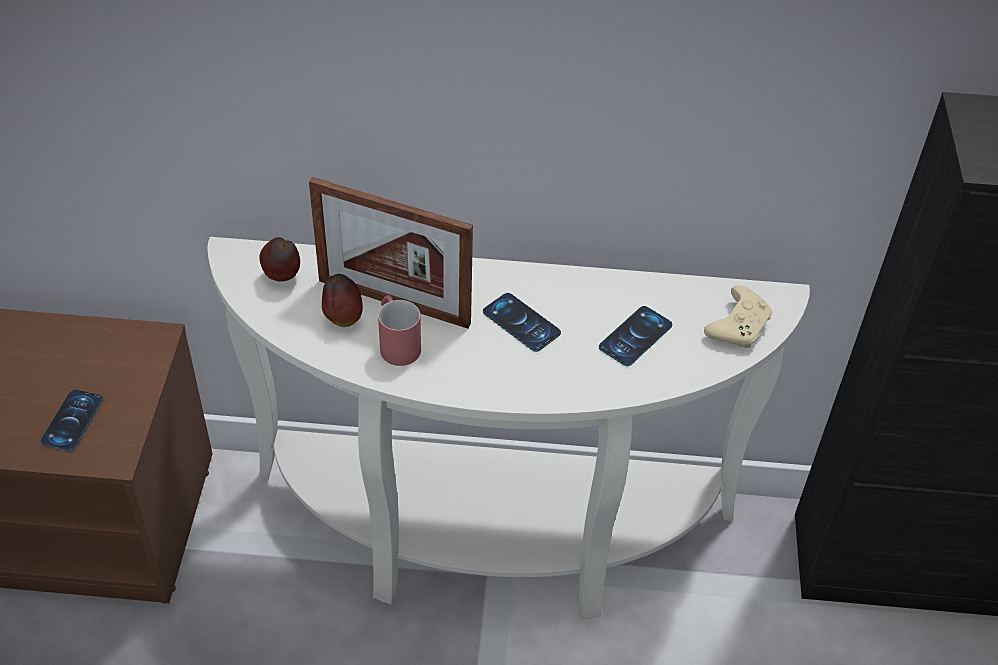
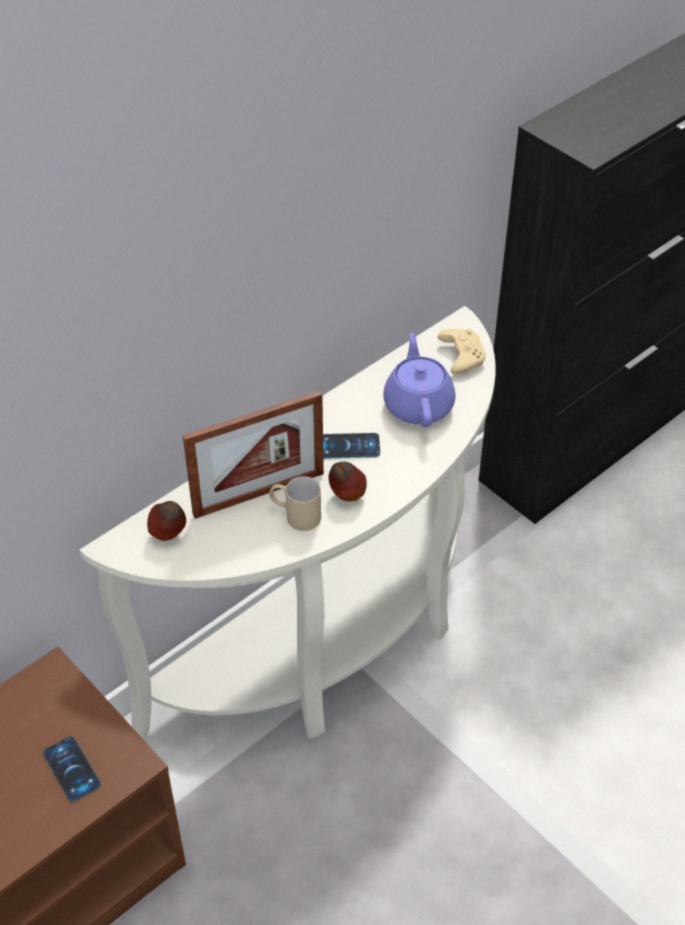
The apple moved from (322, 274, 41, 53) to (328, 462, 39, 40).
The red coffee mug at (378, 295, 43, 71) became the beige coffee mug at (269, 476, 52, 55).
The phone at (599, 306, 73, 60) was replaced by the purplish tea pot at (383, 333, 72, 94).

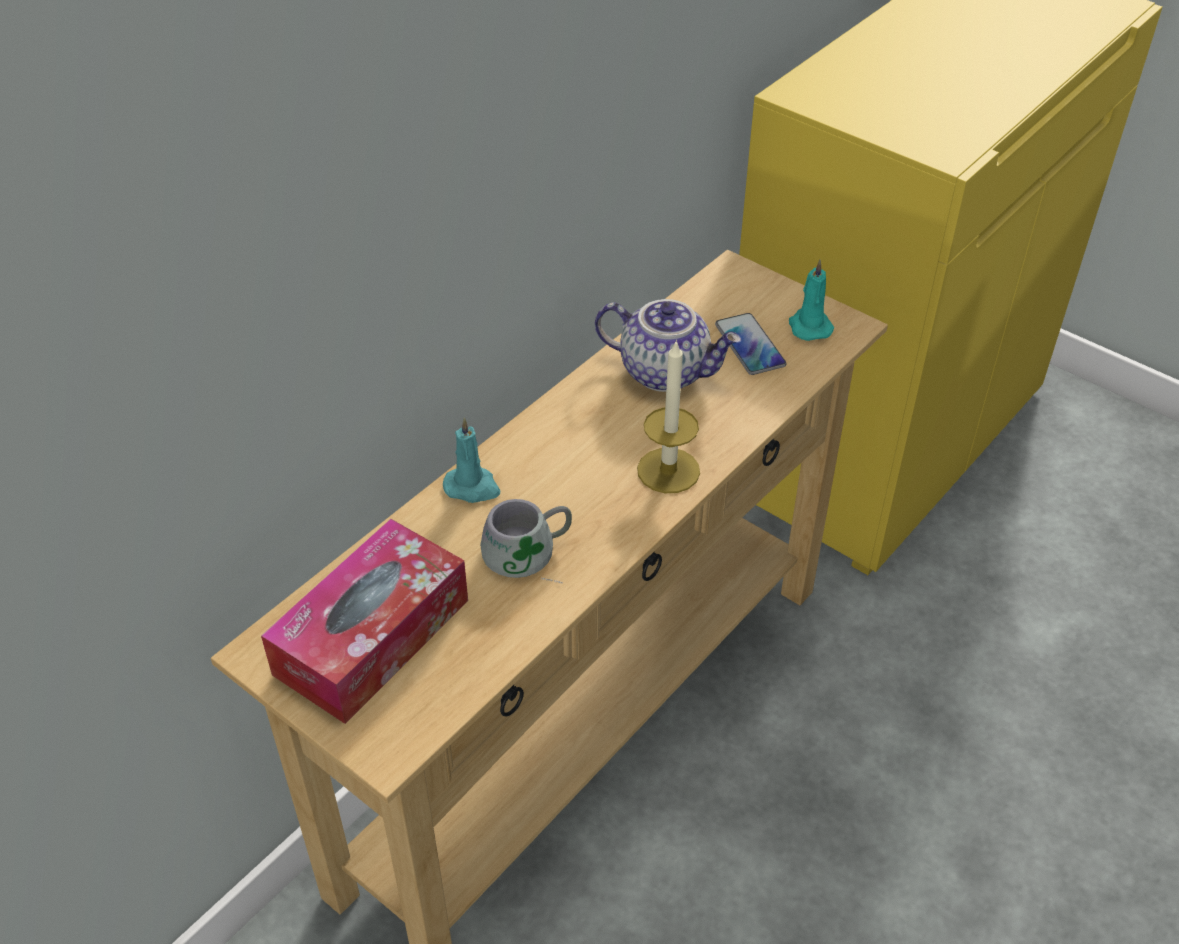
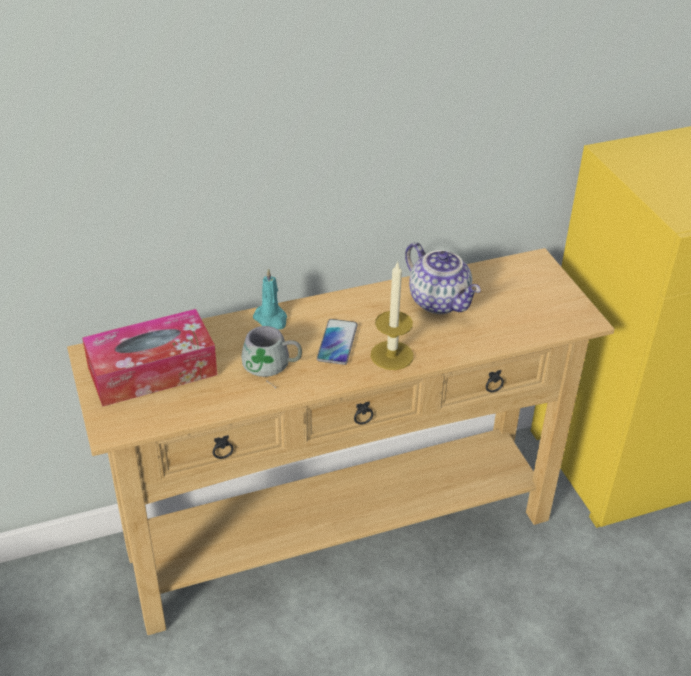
The turquoise-coloured wax light at (789, 259, 45, 82) disappeared.
The phone moved from (715, 313, 71, 62) to (317, 319, 41, 46).

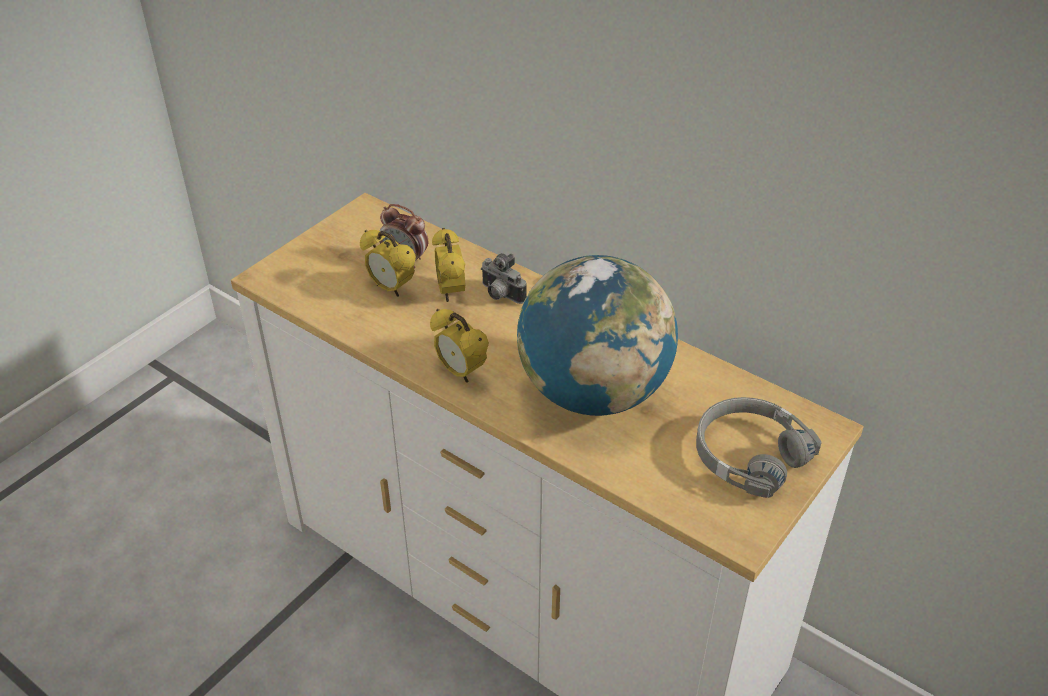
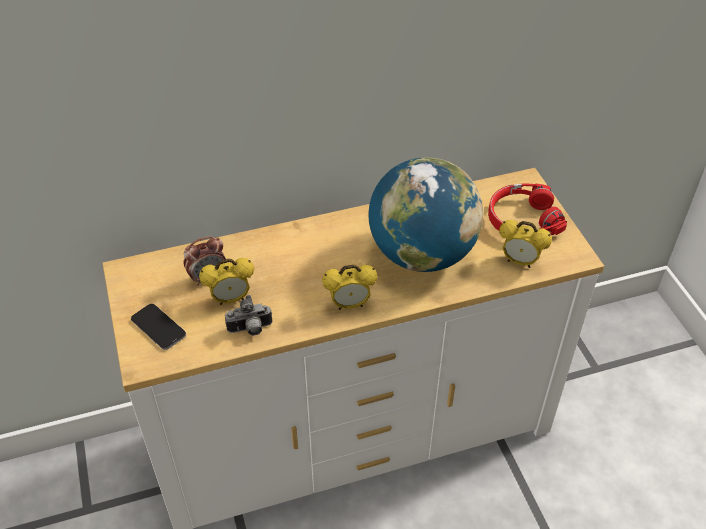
The bedside clock moved from (432, 228, 33, 74) to (499, 220, 53, 48).
The still camera moved from (481, 253, 46, 51) to (225, 295, 47, 40).
The greyish headphones at (696, 397, 126, 101) became the red headphones at (488, 184, 79, 51).
The phone at (131, 304, 55, 46) appeared.

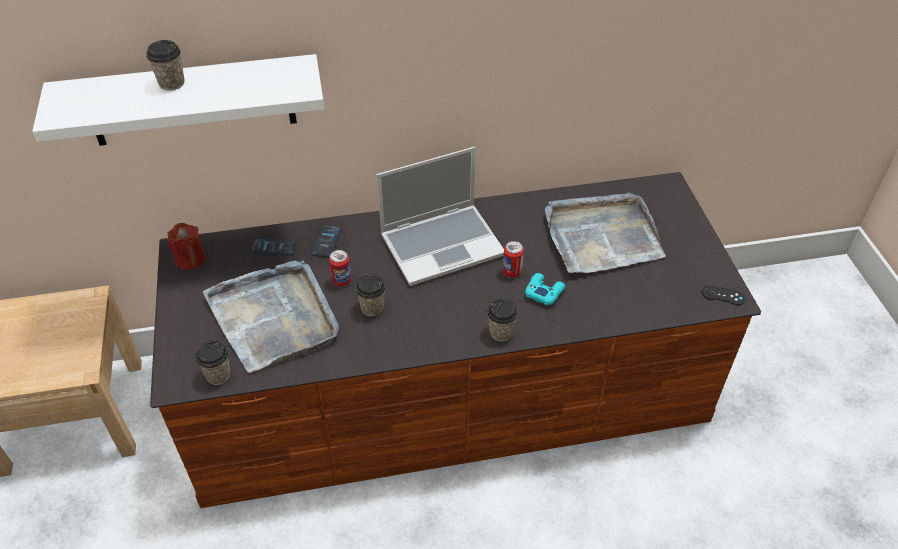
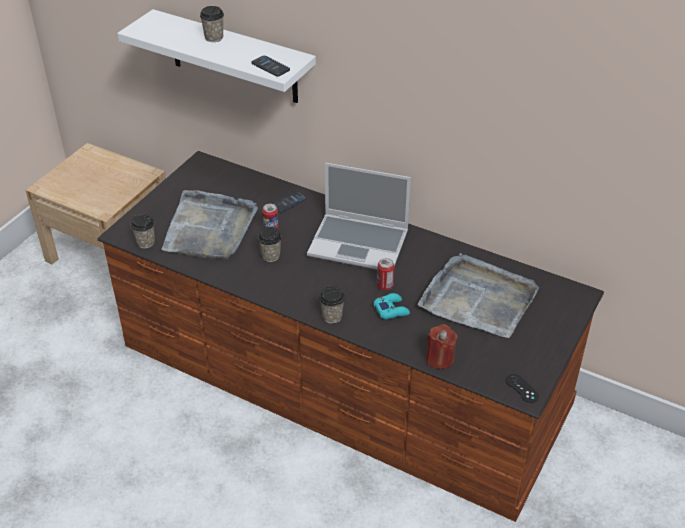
The red wax light moved from (168, 223, 38, 47) to (426, 324, 32, 45).
The phone moved from (250, 238, 47, 18) to (252, 56, 38, 21).

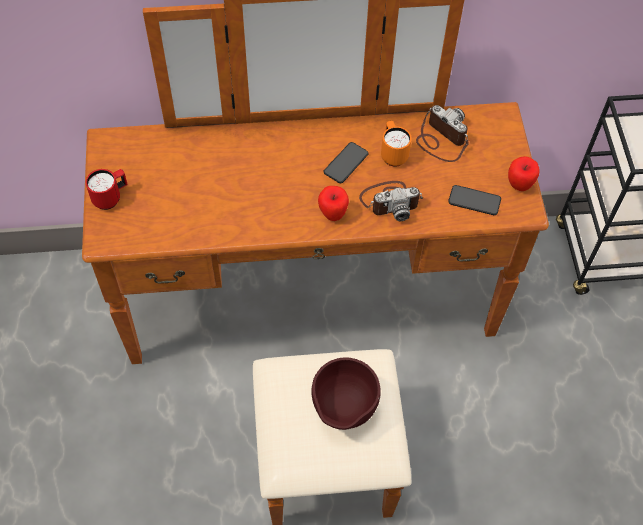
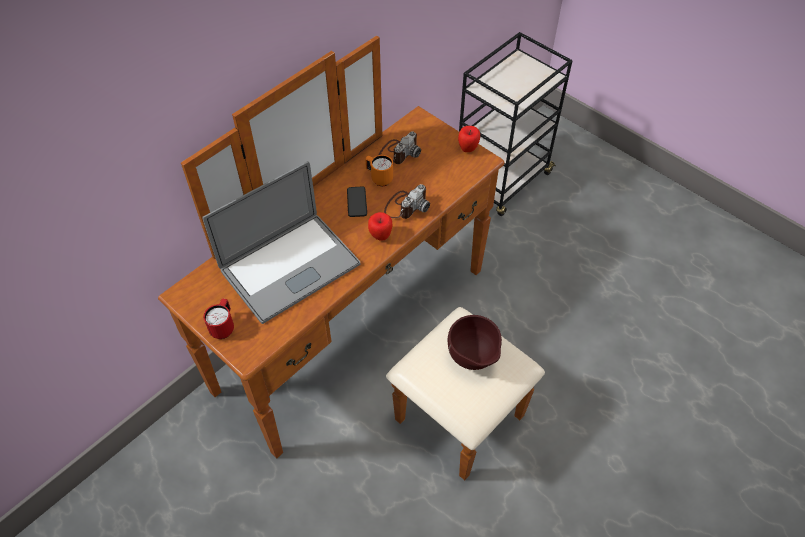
The still camera at (416, 105, 53, 57) turned 120 degrees clockwise.
The phone at (448, 185, 53, 30) disappeared.
The portable computer at (202, 161, 159, 163) appeared.

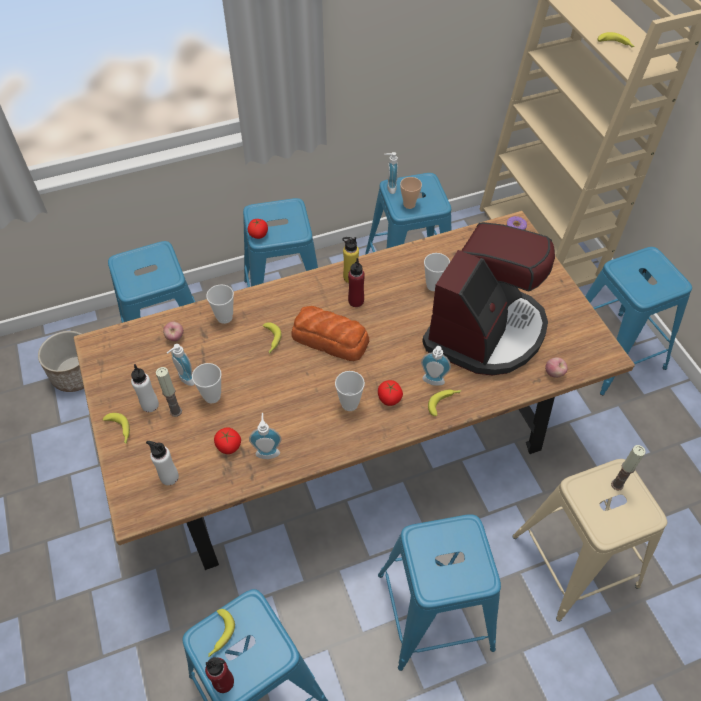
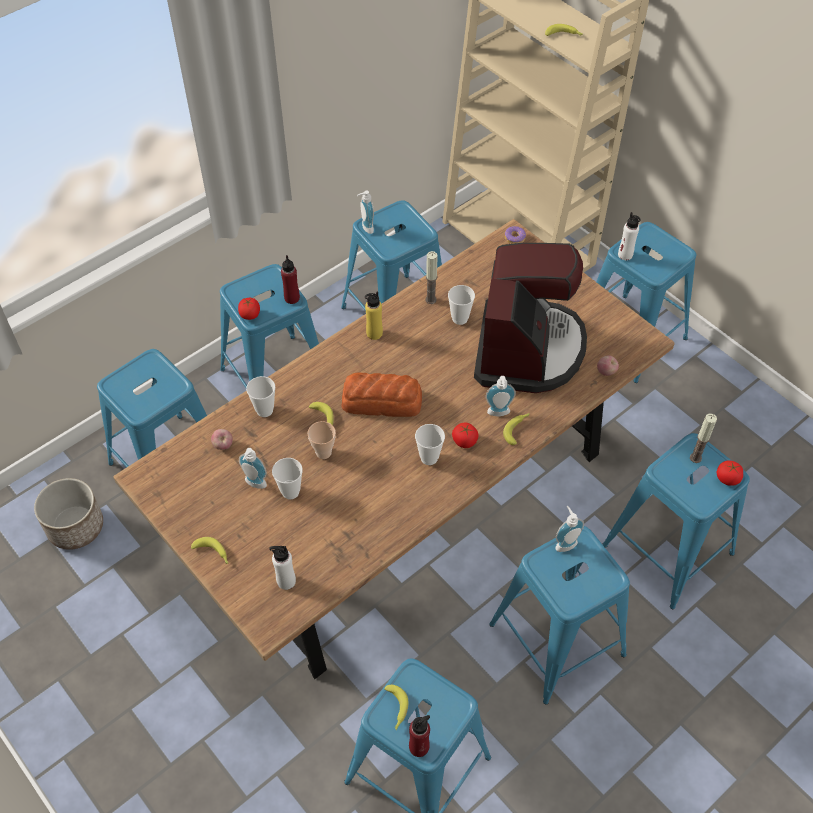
The cup moved from (400, 177, 22, 32) to (308, 421, 28, 38).
The red drink bottle moved from (348, 258, 17, 49) to (281, 255, 19, 49).
The whitish drink bottle moved from (131, 364, 28, 48) to (618, 212, 23, 48).
The wax light moved from (156, 367, 26, 50) to (425, 251, 13, 53).
The soap dispenser moved from (249, 413, 33, 46) to (555, 506, 29, 46).
The fresh tomato moved from (214, 427, 27, 27) to (717, 460, 26, 26).
The beige sitting stool at (512, 459, 155, 163) became the blue-coloured sitting stool at (602, 433, 148, 176).

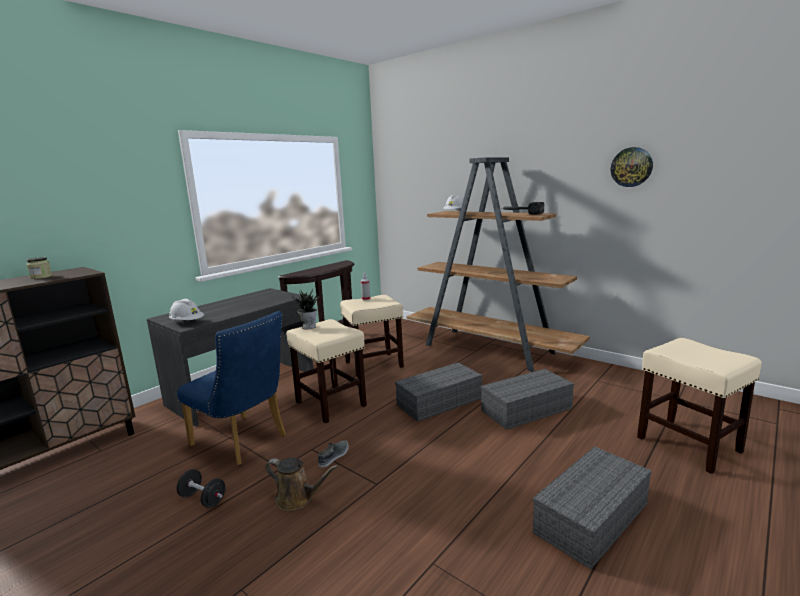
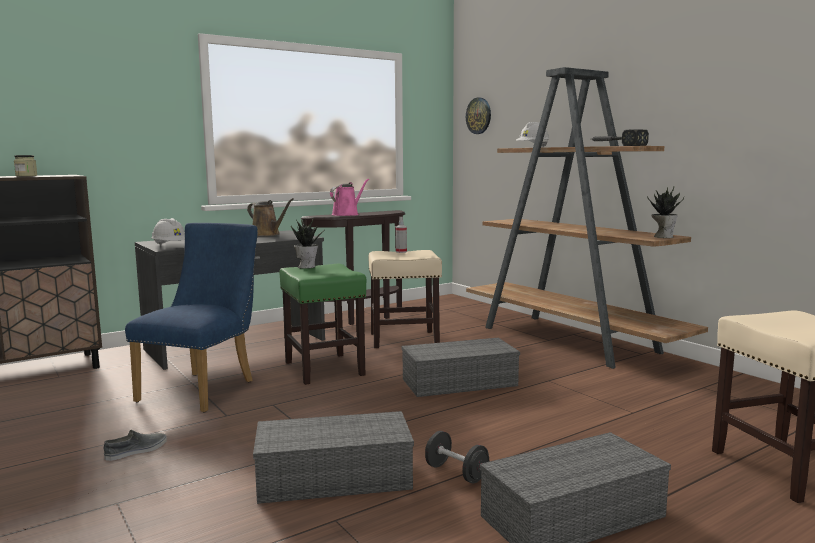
The hanging clock moved from (611, 147, 42, 40) to (466, 97, 25, 37).
The blue-coloured plain chair at (177, 311, 109, 154) turned 120 degrees counterclockwise.
The beige sitting stool at (286, 319, 81, 104) became the greenish sitting stool at (279, 264, 87, 121).
The greyish storage bin moved from (481, 369, 93, 61) to (253, 411, 161, 93).
The greyish shoe moved from (318, 440, 31, 28) to (103, 430, 64, 31).
The brownish sprinkling can moved from (265, 457, 73, 54) to (247, 198, 47, 38).
The black dumbbell moved from (177, 469, 49, 39) to (425, 431, 64, 52).
The pink sprinkling can at (330, 179, 39, 37) appeared.
The houseplant at (647, 186, 37, 52) appeared.

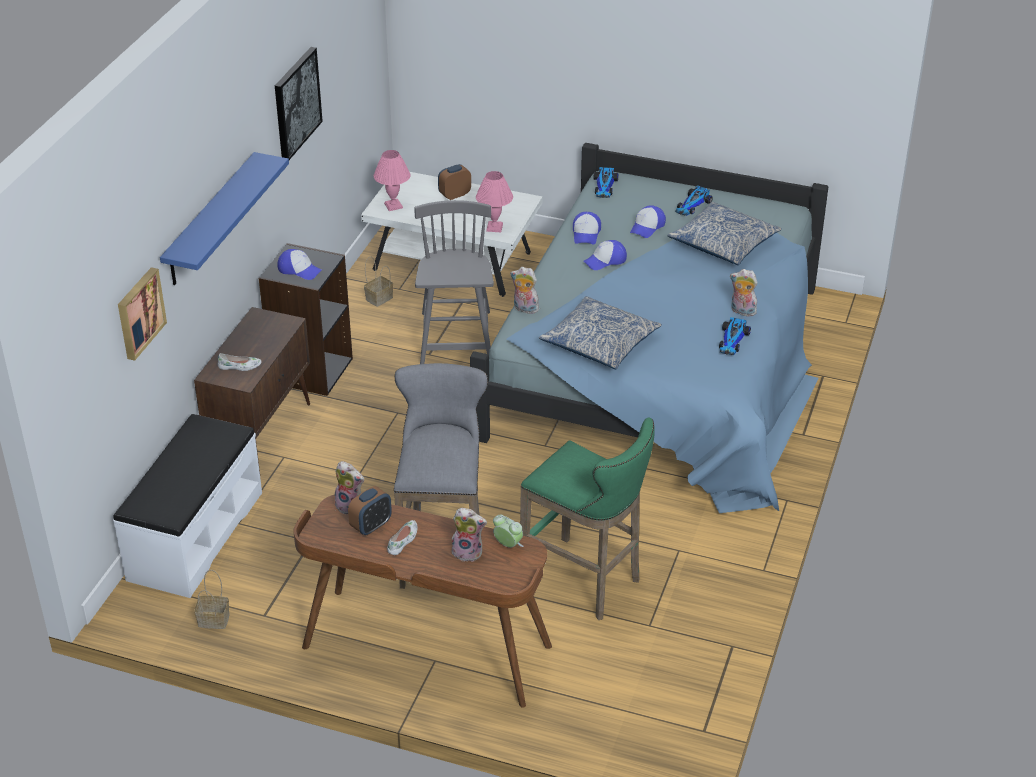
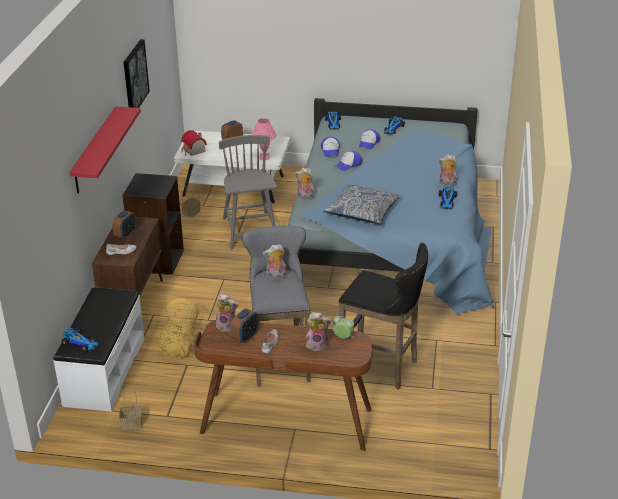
The pink tabletop lamp at (374, 150, 36, 61) was replaced by the model house at (181, 130, 26, 26).
The blue-coloured wall shelf at (160, 152, 129, 133) became the red wall shelf at (69, 106, 72, 88).
The pillow at (667, 202, 115, 63) disappeared.
The baseball cap at (278, 249, 44, 31) disappeared.
The picture at (118, 267, 49, 94) disappeared.
The greenish sitting stool at (520, 417, 135, 203) became the black sitting stool at (338, 243, 90, 147).
The bedside clock at (112, 210, 24, 30) appeared.
The cuddly toy at (263, 244, 24, 36) appeared.
The storage basket at (159, 298, 40, 62) appeared.
The model car at (62, 327, 37, 24) appeared.

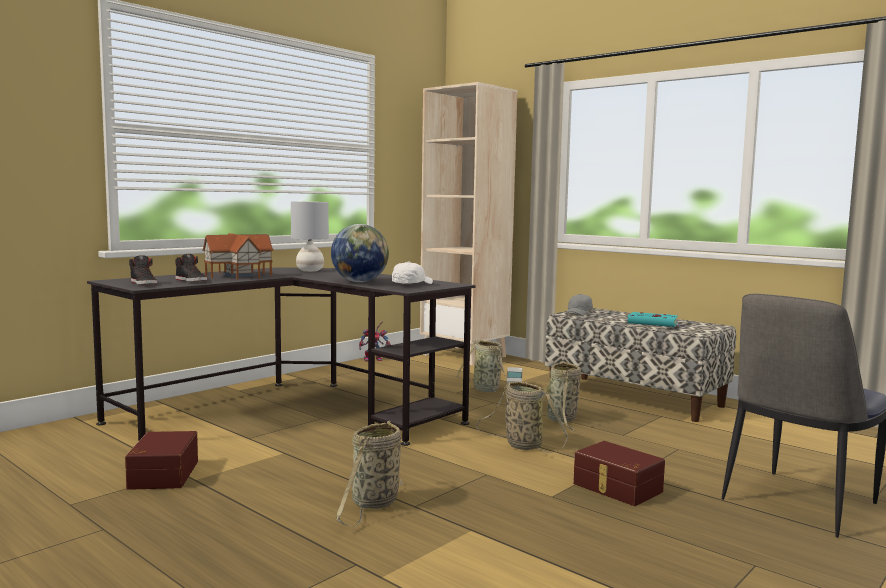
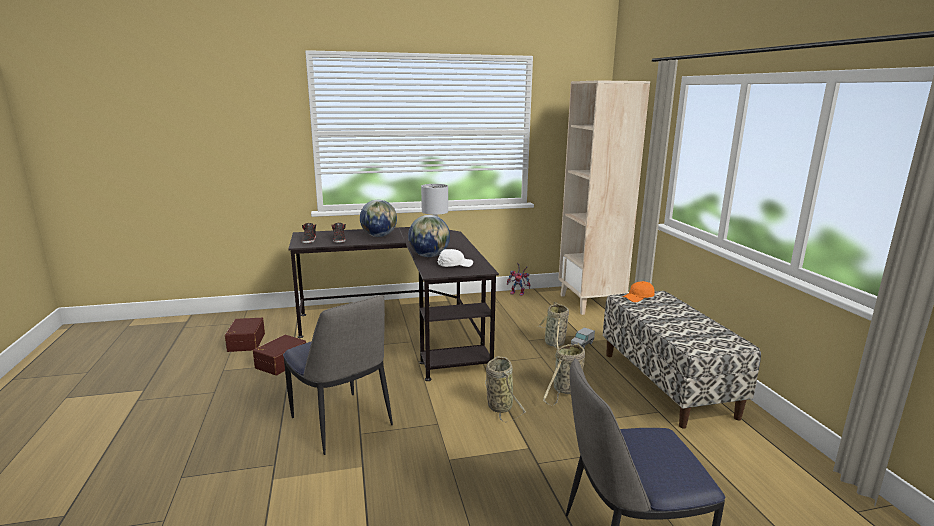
The model house at (202, 233, 72, 47) was replaced by the desk globe at (360, 200, 37, 37).
The greyish baseball cap at (565, 294, 28, 22) became the orange-coloured baseball cap at (623, 281, 32, 21).
The turquoise-coloured bound book at (628, 312, 56, 15) disappeared.
The storage basket at (336, 420, 66, 107) was replaced by the plain chair at (283, 295, 110, 160).
The brownish storage bin moved from (573, 441, 92, 65) to (225, 318, 40, 34).

